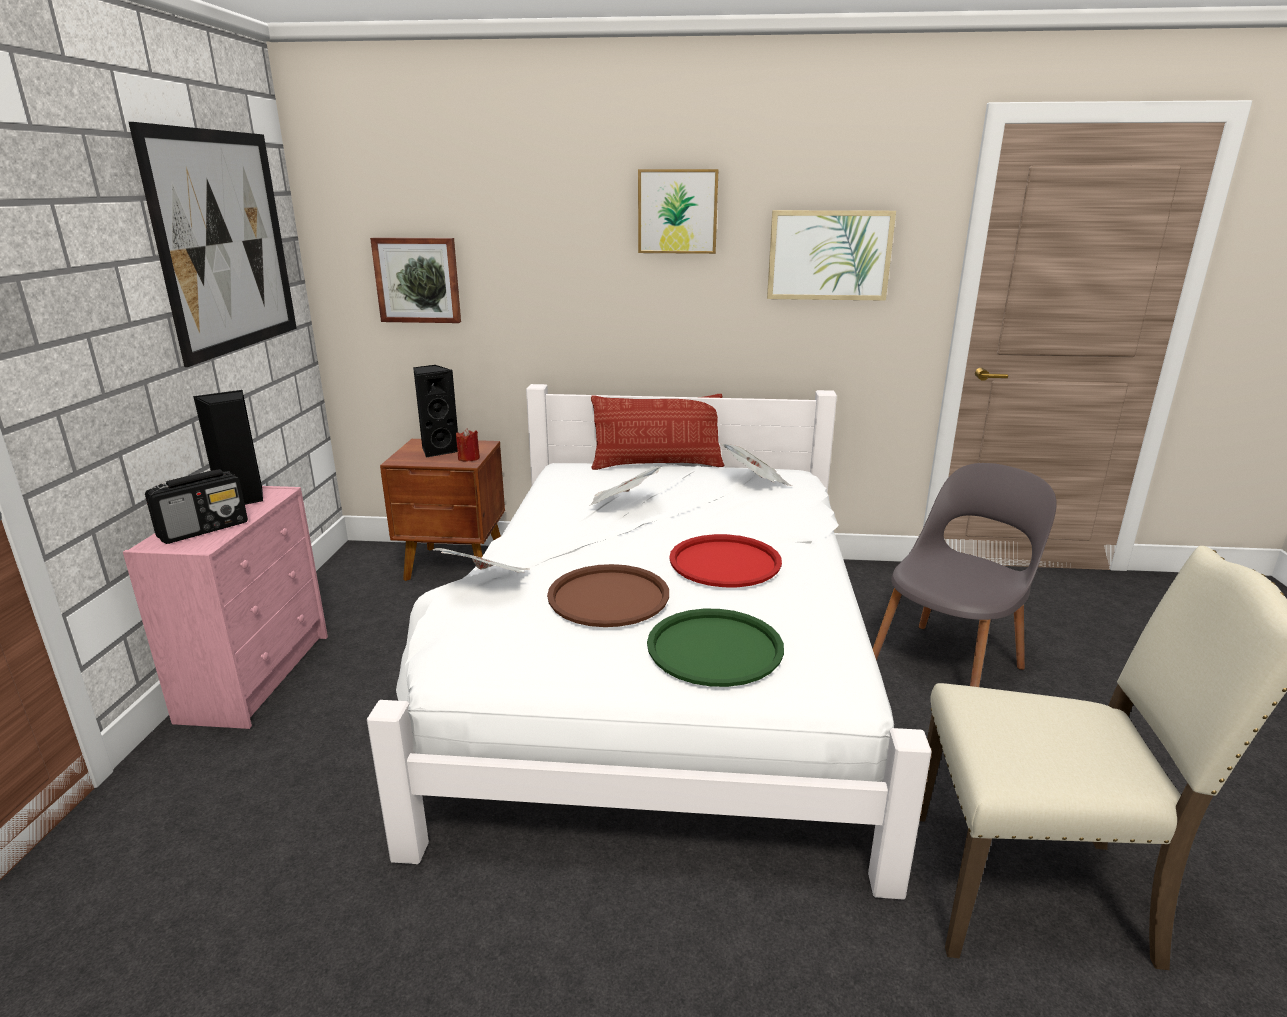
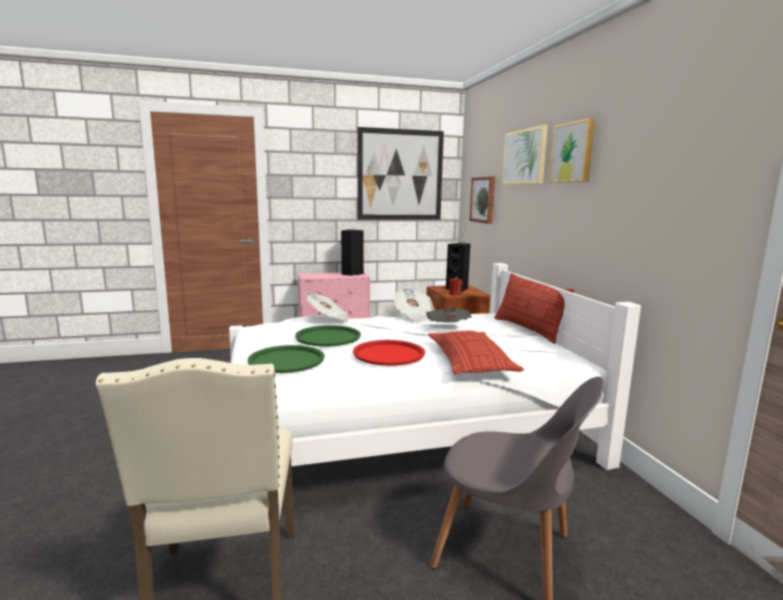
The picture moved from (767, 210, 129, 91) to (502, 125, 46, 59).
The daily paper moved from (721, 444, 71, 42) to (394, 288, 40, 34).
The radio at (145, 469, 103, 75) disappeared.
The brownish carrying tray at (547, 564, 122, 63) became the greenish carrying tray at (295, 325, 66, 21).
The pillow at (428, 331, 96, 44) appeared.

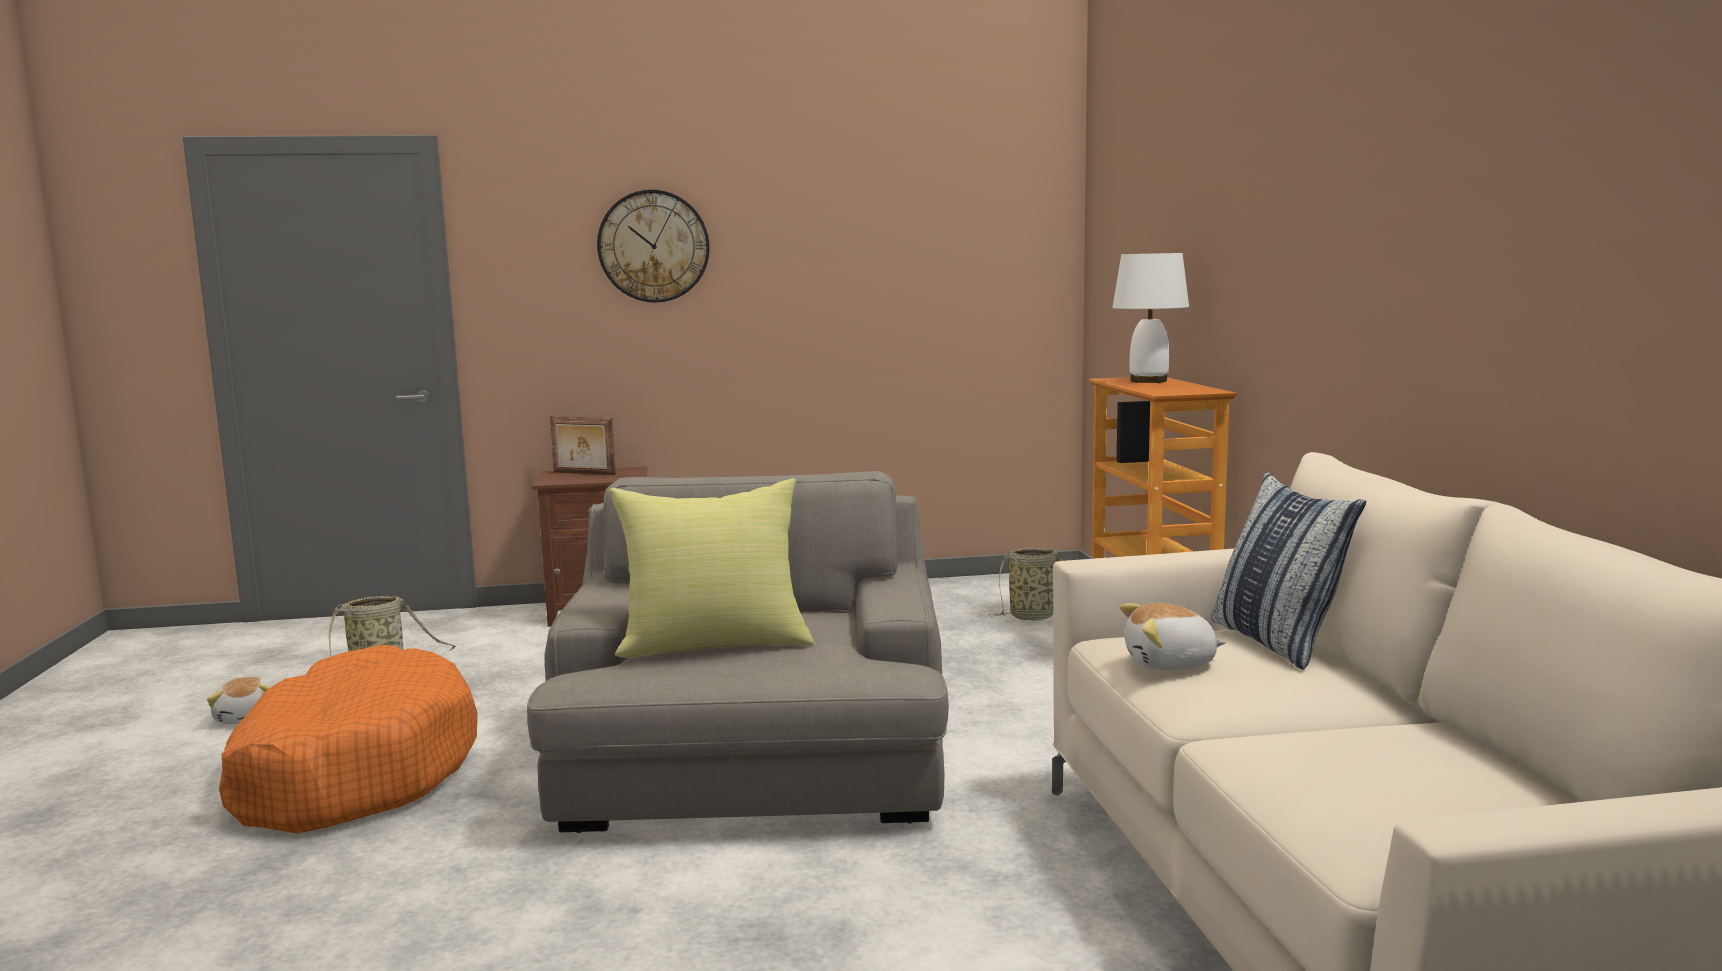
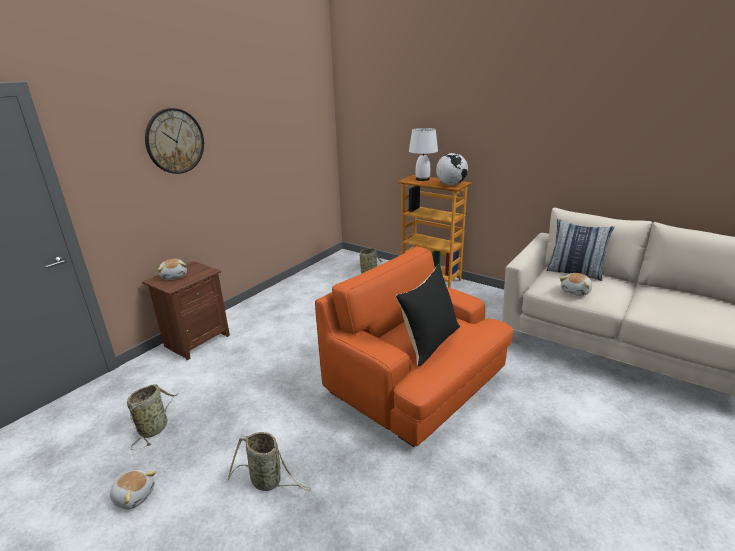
The photo frame at (550, 416, 66, 59) was replaced by the cuddly toy at (158, 259, 29, 21).
The greyish lounge chair at (527, 471, 422, 362) became the orange-coloured lounge chair at (315, 246, 198, 201).
The yellow pillow at (609, 478, 205, 180) became the black pillow at (396, 264, 64, 102).
The orange-coloured dog cushion at (219, 645, 259, 188) was replaced by the storage basket at (228, 432, 83, 60).
The desk globe at (436, 153, 32, 33) appeared.

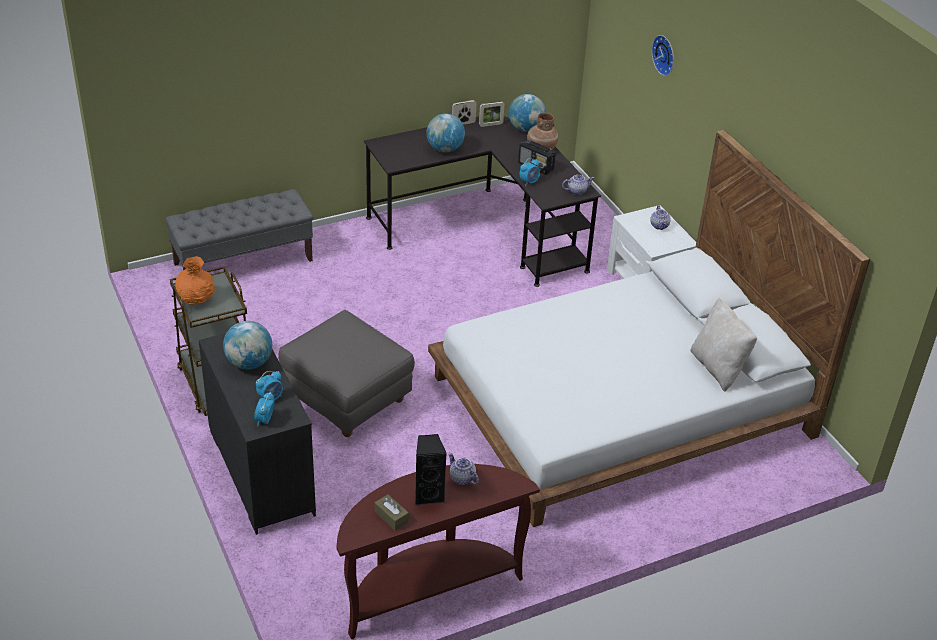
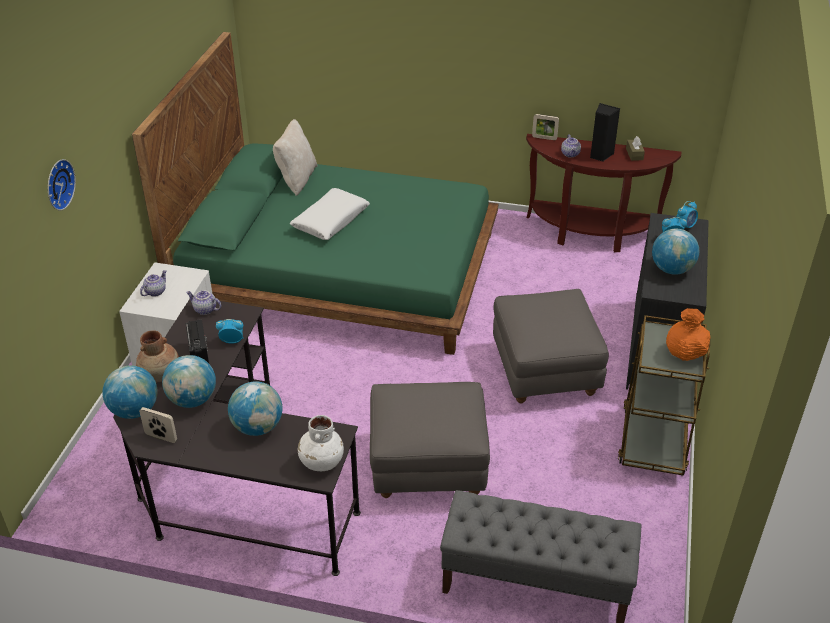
The photo frame moved from (452, 100, 25, 25) to (532, 114, 27, 26).
The whitish bedroom bed at (428, 130, 442, 397) became the greenish bedroom bed at (132, 32, 366, 323).
The whitish pillow at (289, 188, 81, 52) appeared.
The desk globe at (162, 355, 54, 53) appeared.
The greyish footrest at (370, 382, 120, 116) appeared.
The whitish decorative vase at (298, 415, 46, 56) appeared.

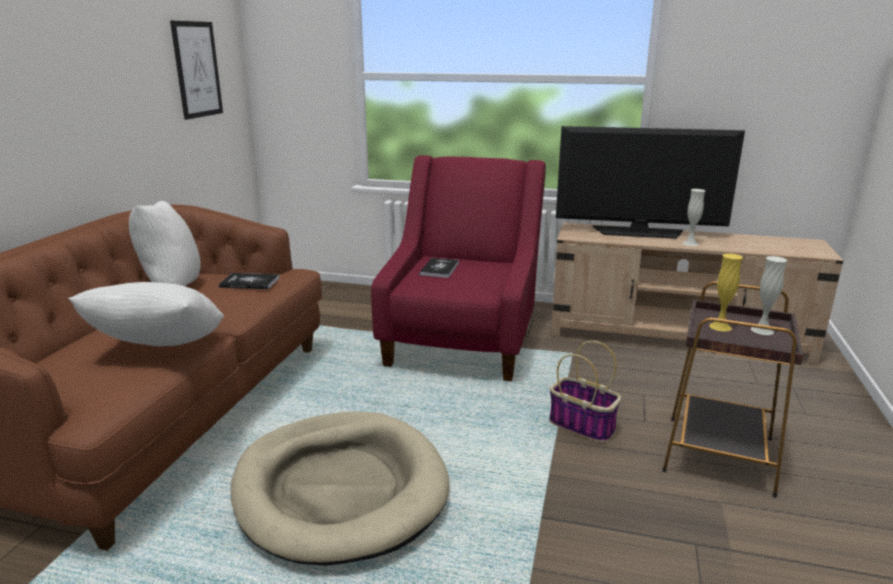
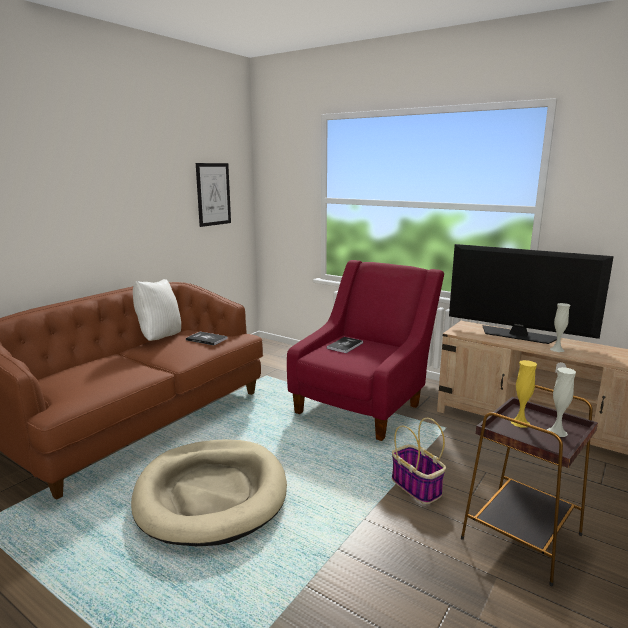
The whitish pillow at (68, 282, 156, 64) disappeared.

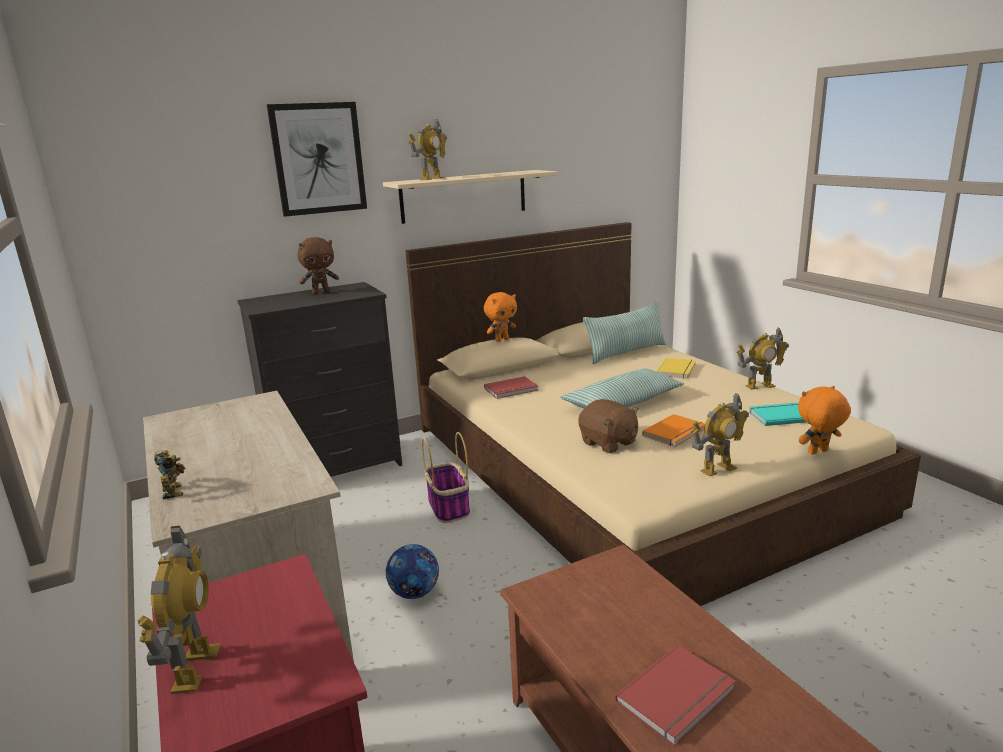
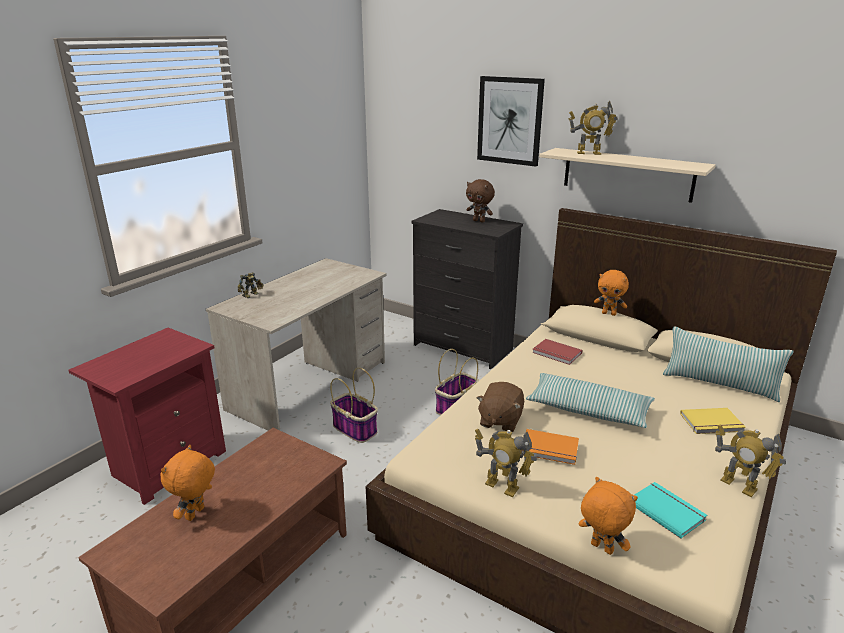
The toy robot at (138, 526, 83, 168) disappeared.
The ball for football at (386, 544, 53, 55) was replaced by the storage basket at (330, 368, 48, 75).
The red bound book at (615, 645, 121, 101) was replaced by the orange-coloured cuddly toy at (161, 445, 54, 76).

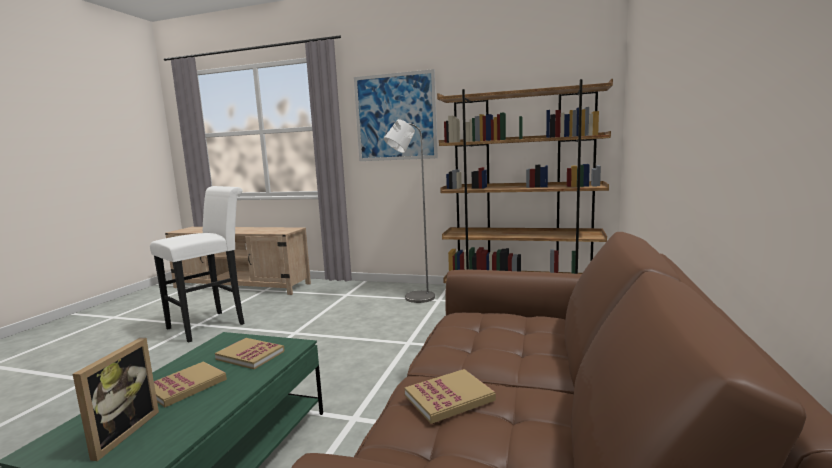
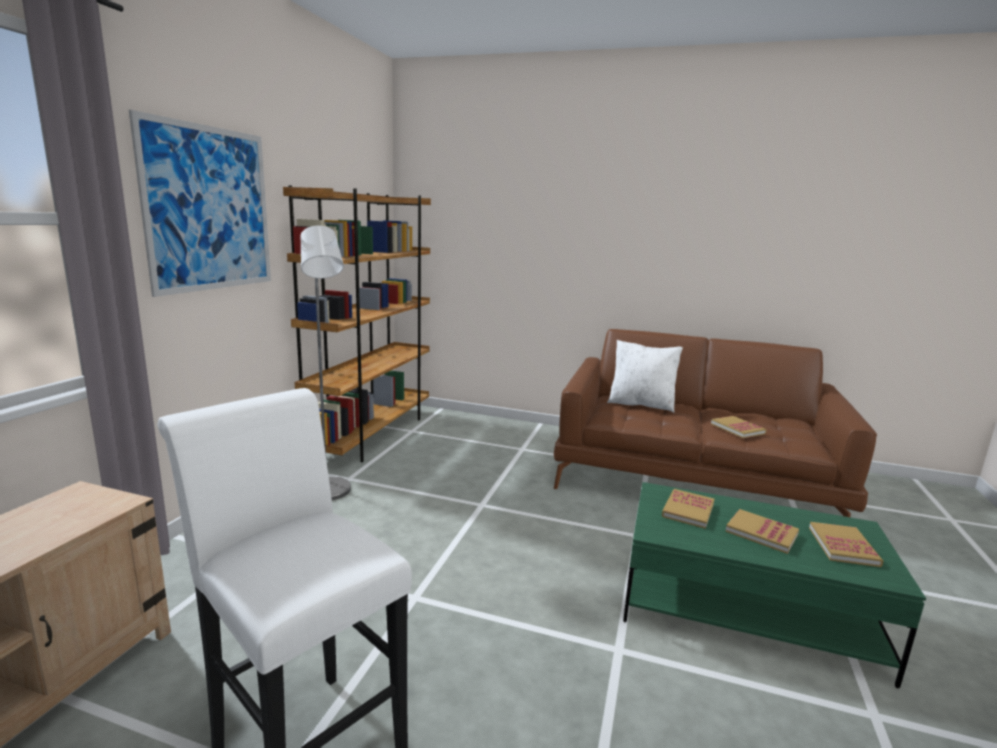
The photo frame at (73, 338, 86, 123) was replaced by the bound book at (809, 522, 74, 45).
The whitish pillow at (607, 340, 76, 73) appeared.

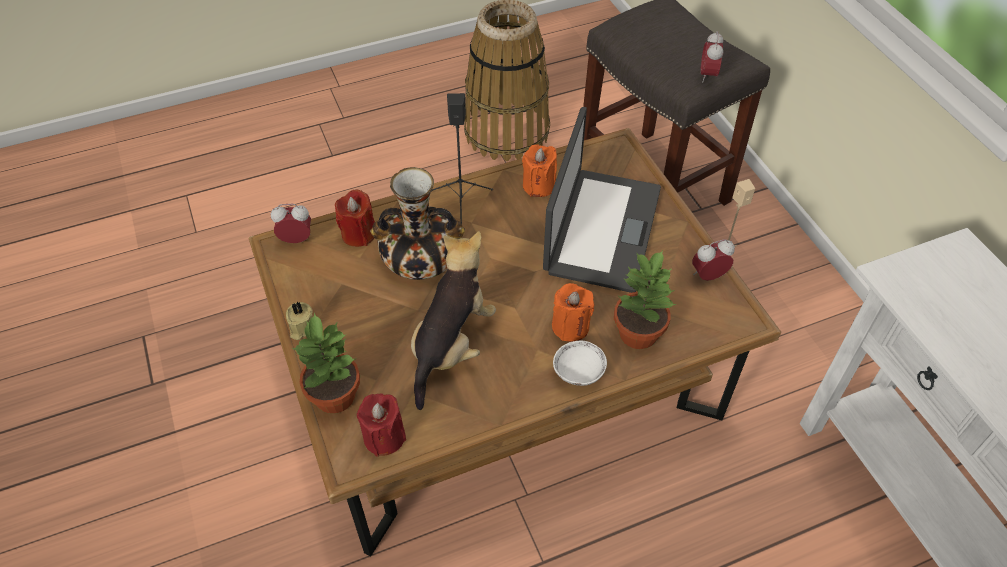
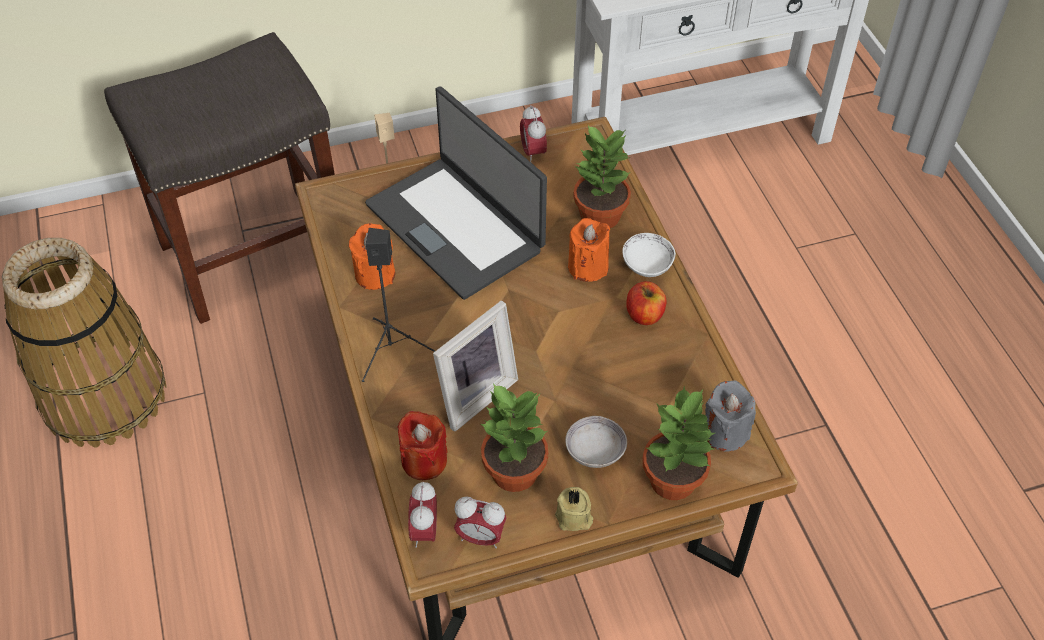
The bedside clock moved from (700, 31, 23, 52) to (454, 497, 53, 52).
The portable computer at (543, 107, 118, 186) turned 150 degrees counterclockwise.
The decorative vase at (370, 167, 95, 113) was replaced by the photo frame at (433, 300, 85, 132).
The cuddly toy at (411, 231, 85, 179) disappeared.
The red wax light at (357, 394, 49, 63) became the greyish wax light at (705, 380, 51, 71).
The apple at (626, 281, 41, 44) appeared.
The houseplant at (481, 383, 67, 109) appeared.
The greyish serving bowl at (565, 416, 62, 52) appeared.

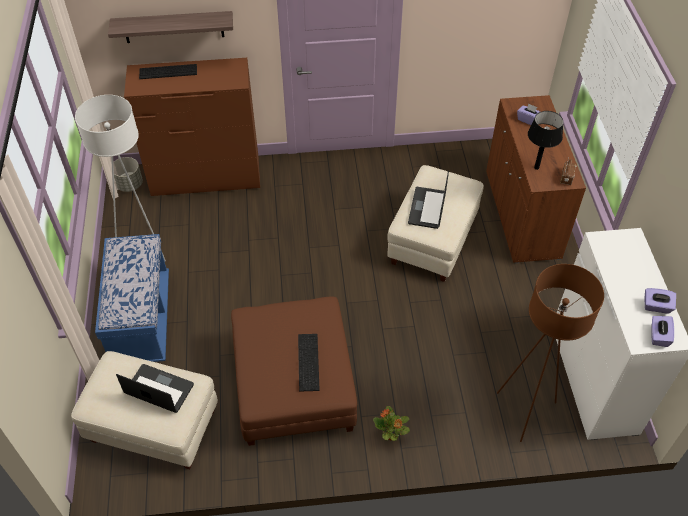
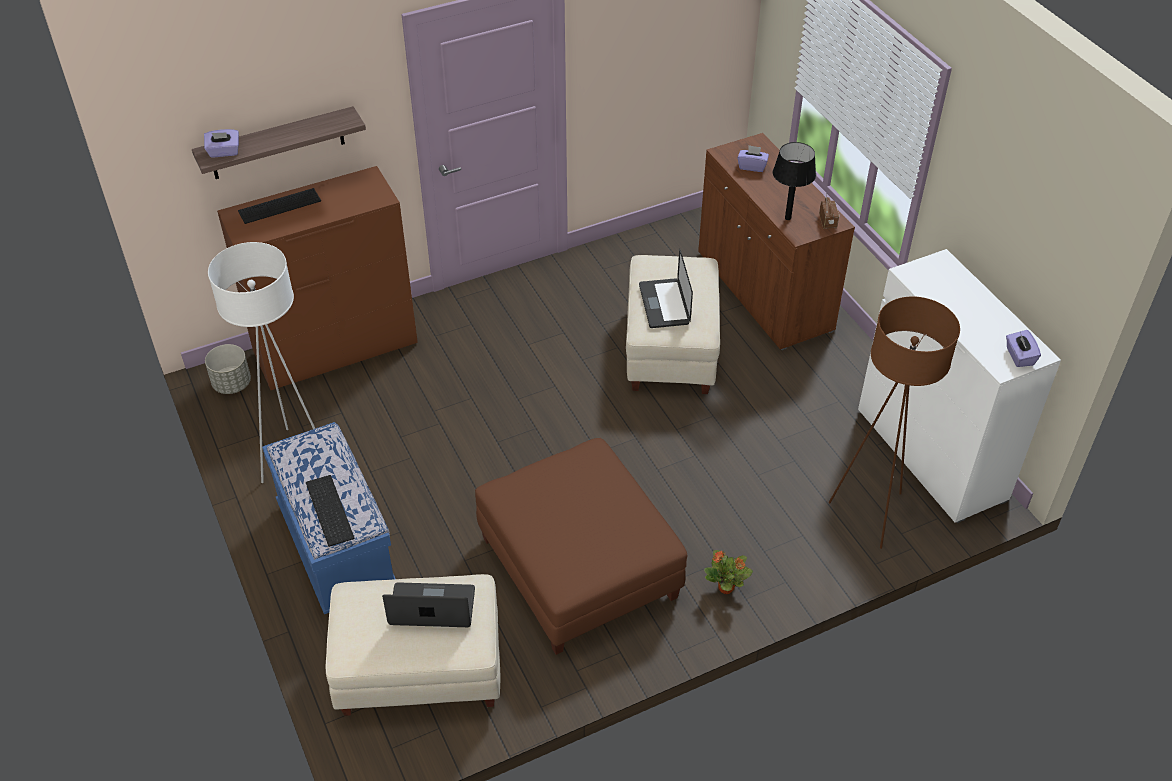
The purplish box of tissues moved from (644, 288, 32, 26) to (204, 129, 35, 28).
The computer keyboard moved from (298, 334, 22, 58) to (306, 475, 48, 72).

